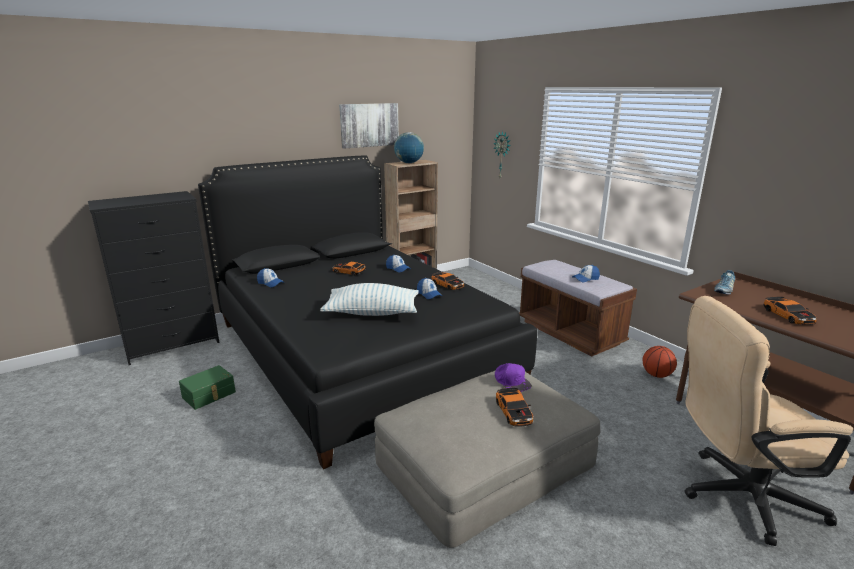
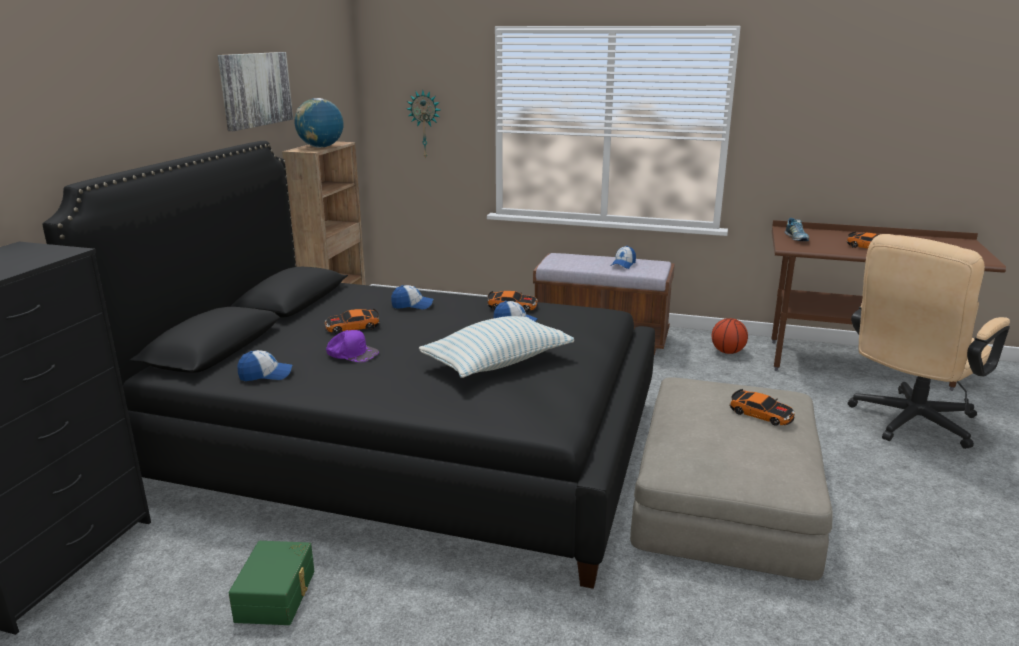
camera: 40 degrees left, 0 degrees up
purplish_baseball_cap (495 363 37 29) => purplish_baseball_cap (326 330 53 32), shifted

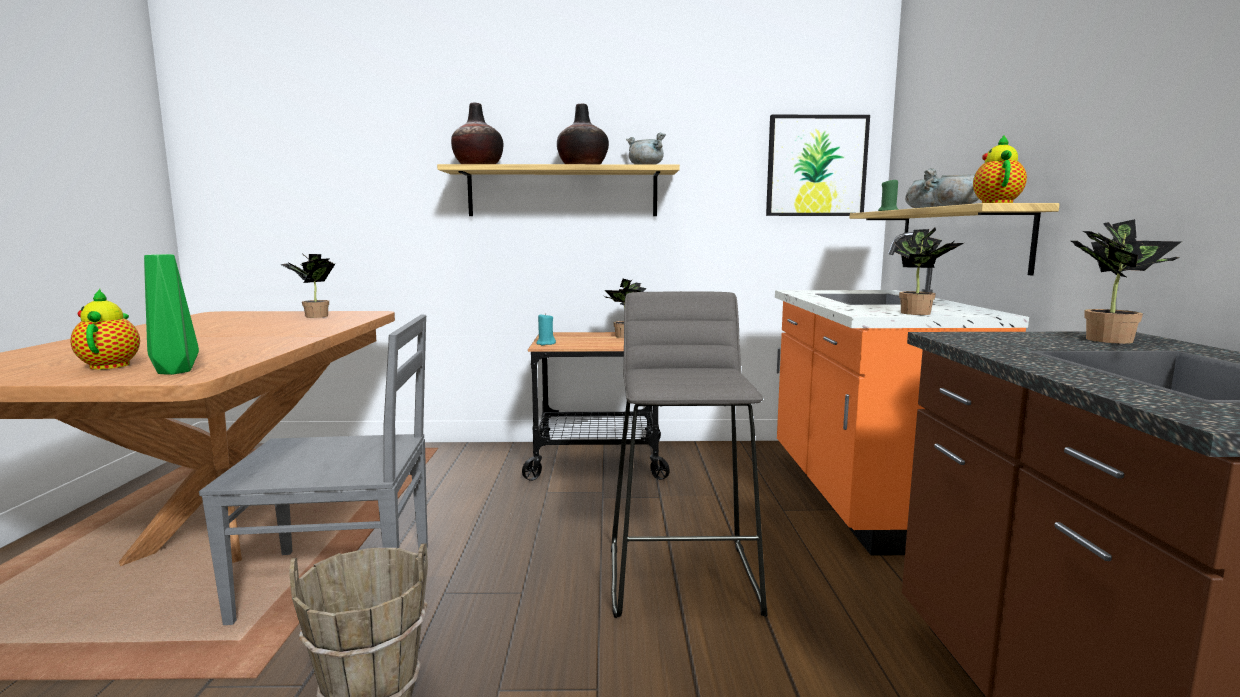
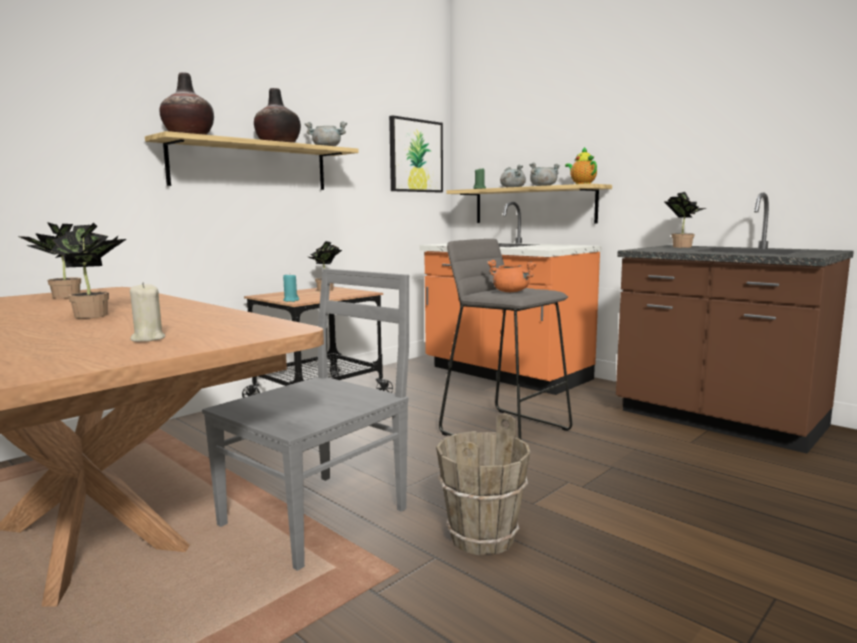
camera: 45 degrees left, 0 degrees up
houseplant (894 228 70 87) => houseplant (51 223 75 95), shifted
green-coloured_decorative_vase (144 254 55 121) => nothing
tea_pot (70 289 70 81) => sand-coloured_wax_candle (130 282 35 60)
nothing => orange_cooking_pot (487 260 50 32)

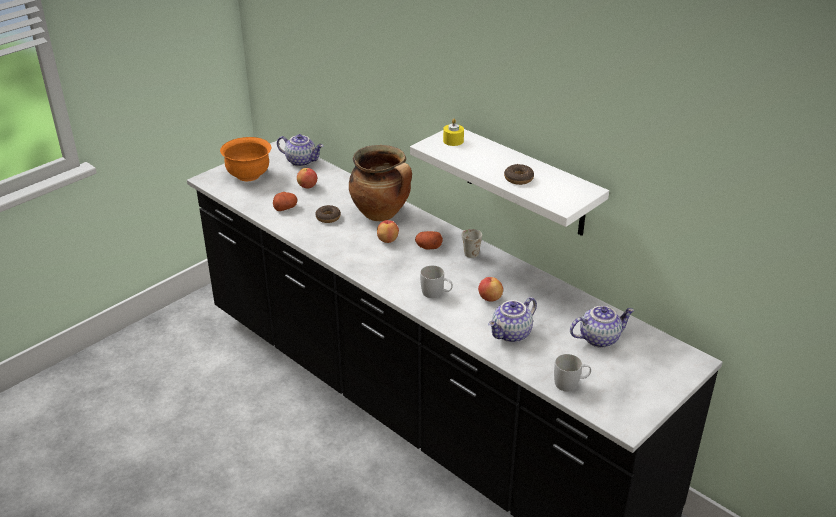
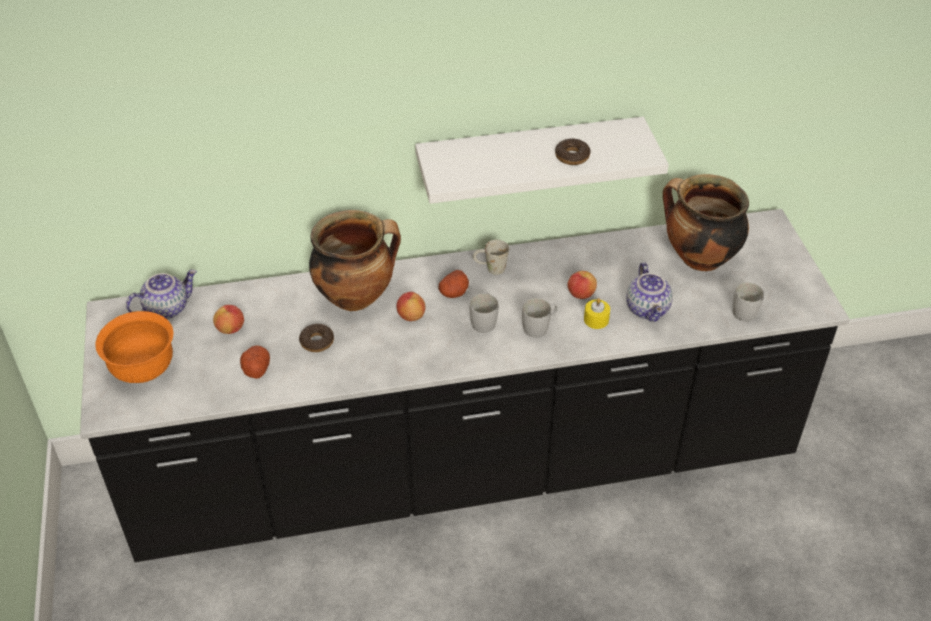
camera: 55 degrees left, 10 degrees up
yellow-coloured_wax_candle (443 119 21 27) => yellow-coloured_wax_candle (584 298 26 31), shifted
tea_pot (570 306 65 42) => cooking_pot (663 174 86 97)
nothing => white_mug (470 293 28 40)

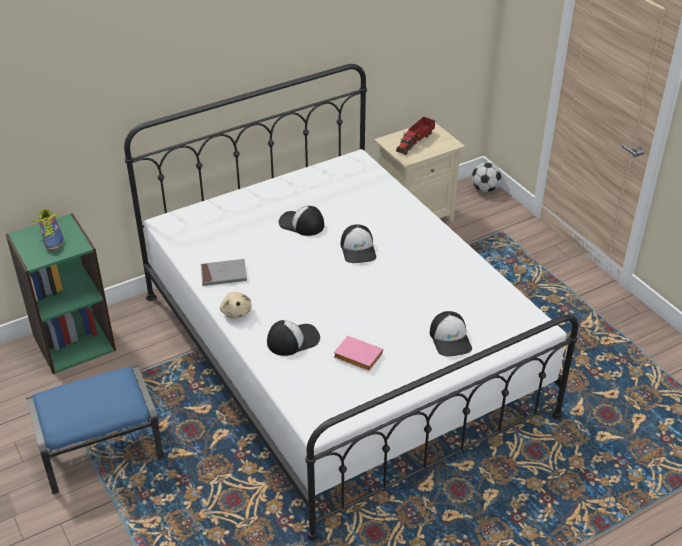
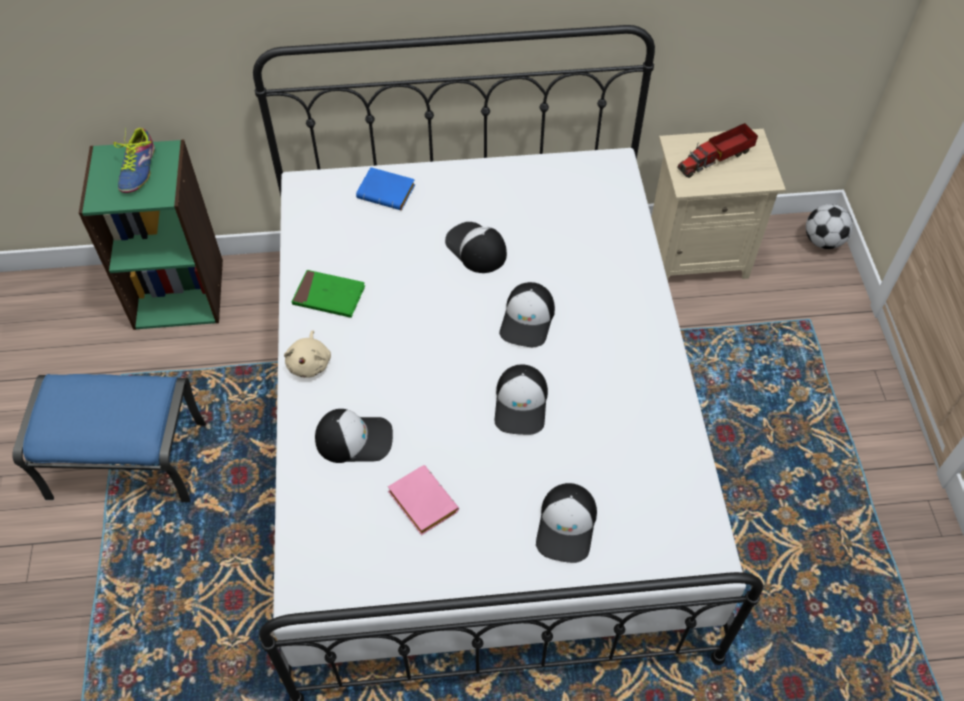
camera: 25 degrees right, 15 degrees up
grey_volume (201 259 46 27) => green-coloured_volume (292 270 73 48)
nothing => blue_volume (356 167 59 43)
nothing => baseball_cap (495 364 53 71)

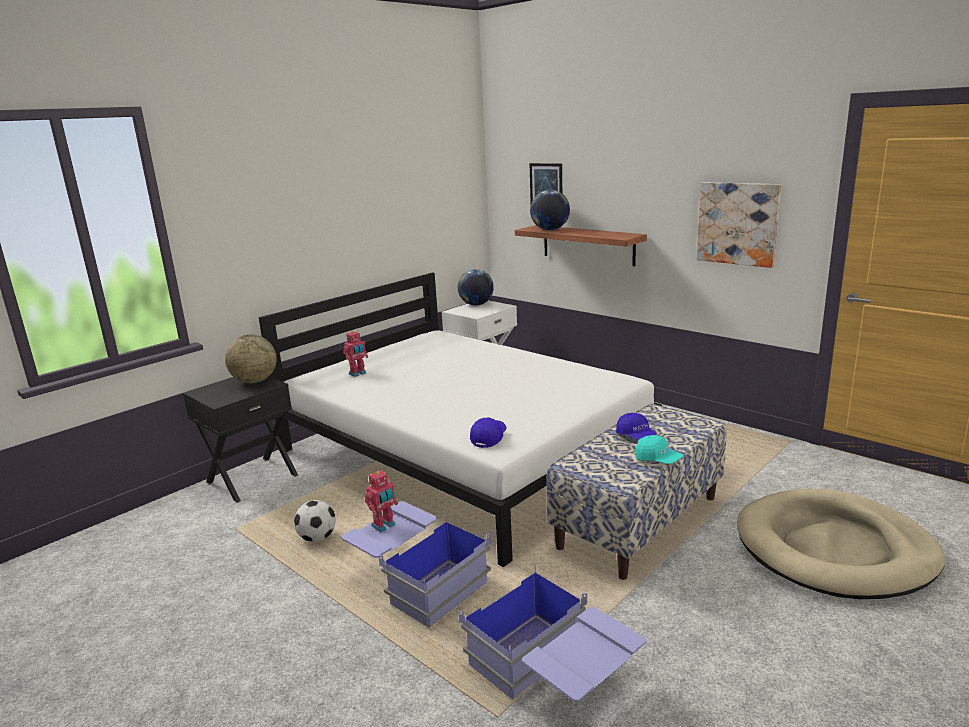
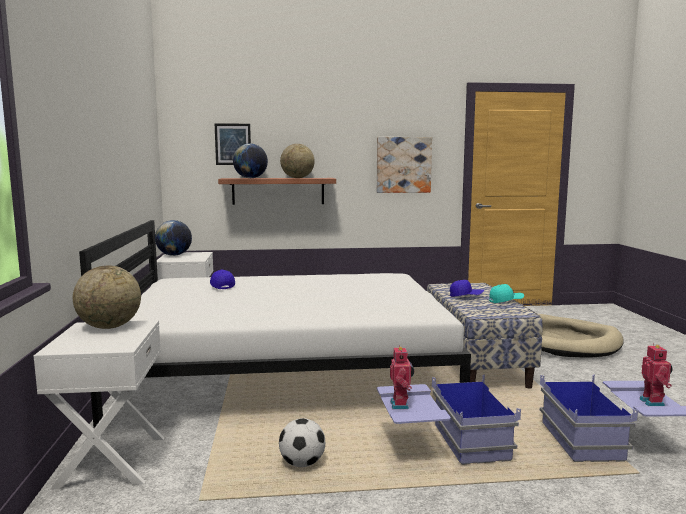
camera: 50 degrees left, 10 degrees down
robot_figure (343 330 25 47) => robot_figure (639 343 34 63), shifted
black-coloured_bedside_table (183 377 115 126) => white_bedside_table (34 320 130 170)
blue_baseball_cap (470 417 37 31) => blue_baseball_cap (210 270 25 20), shifted
nothing => globe (280 144 35 34)

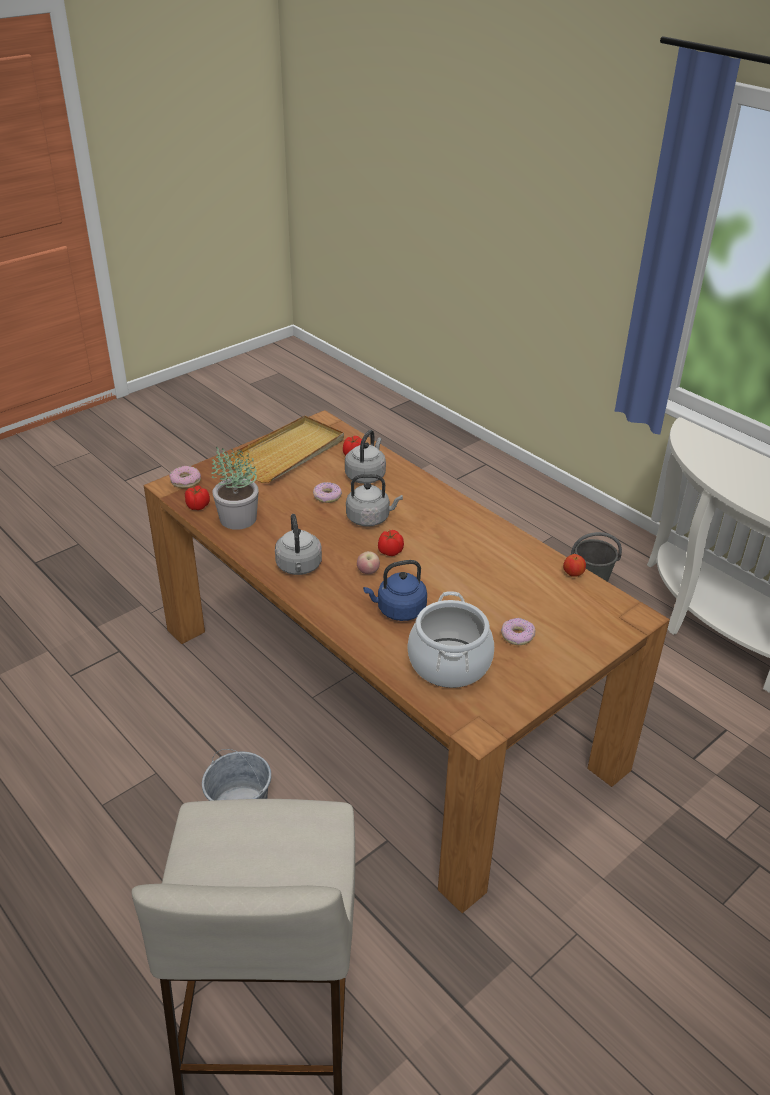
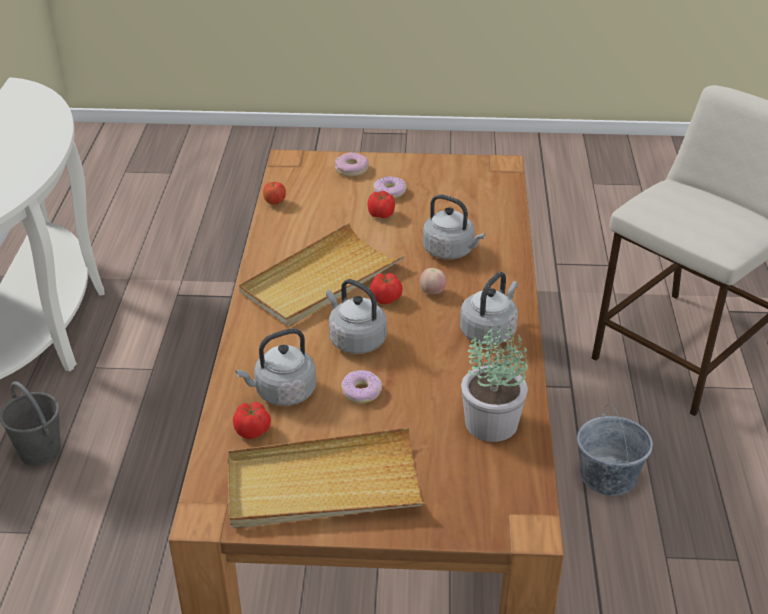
camera: 135 degrees left, 0 degrees up
ring_doughnut (169 466 32 22) => ring_doughnut (335 152 34 25), shifted
whole_tomato (185 486 25 24) => whole_tomato (367 191 28 27), shifted
blue_water_kettle (363 560 64 61) => grey_water_kettle (423 194 62 65)
cooking_pot (408 591 86 97) => nothing
nothing => sand-coloured_tray (239 223 166 104)

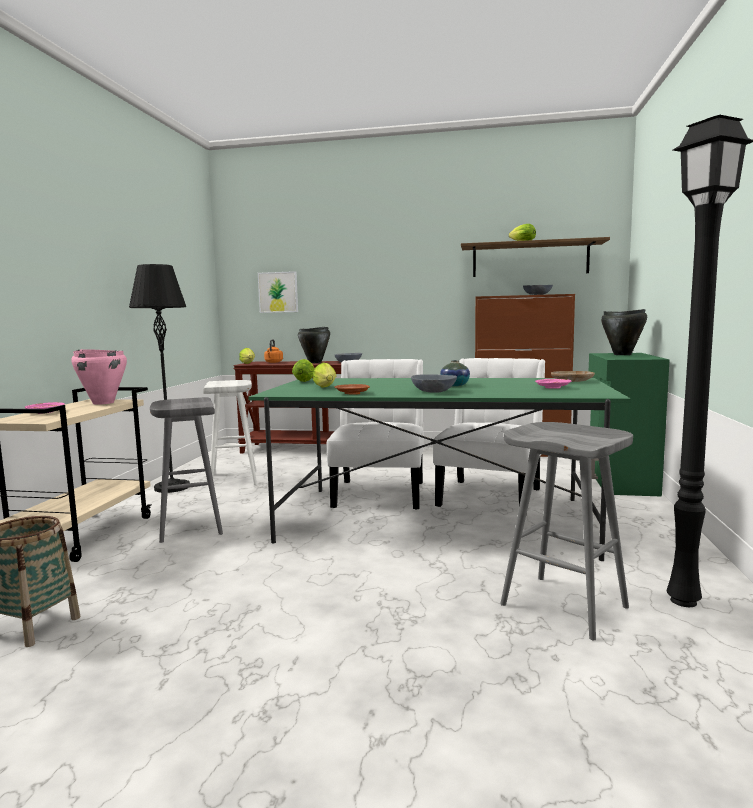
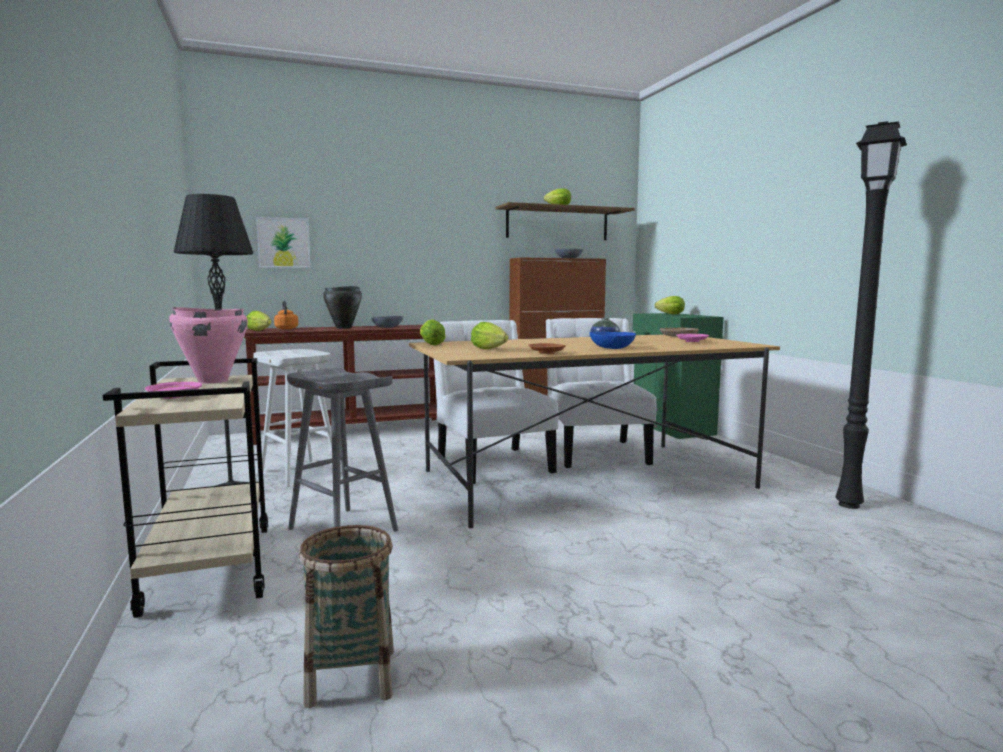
camera: 30 degrees left, 0 degrees up
black-coloured_cooking_pot (601 309 46 46) => head_of_lettuce (654 296 31 18)
grey_deep_dish (411 374 46 19) => blue_deep_dish (589 332 47 17)
green-coloured_dinner_table (248 378 383 183) => sand-coloured_dinner_table (409 334 371 194)
grey_stool_seat (500 422 133 218) => nothing

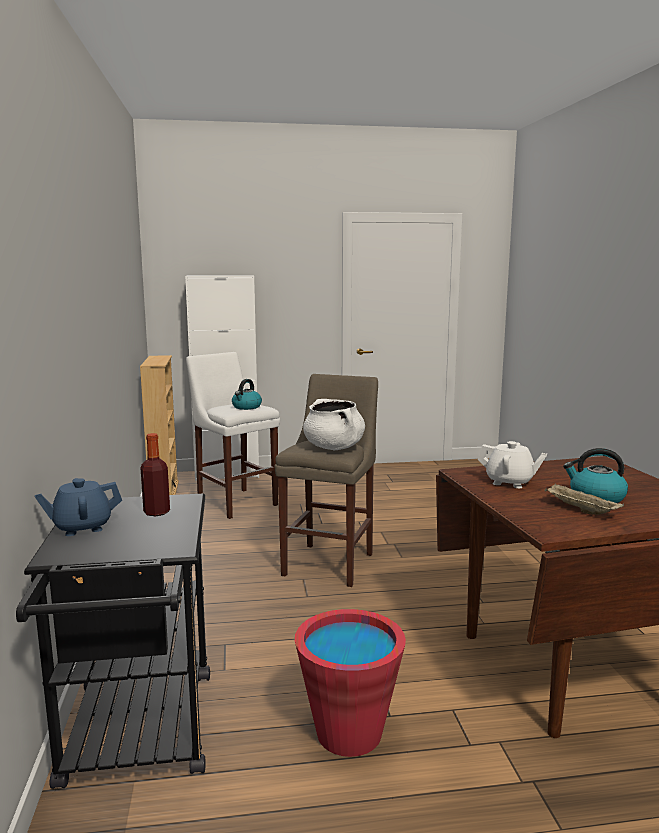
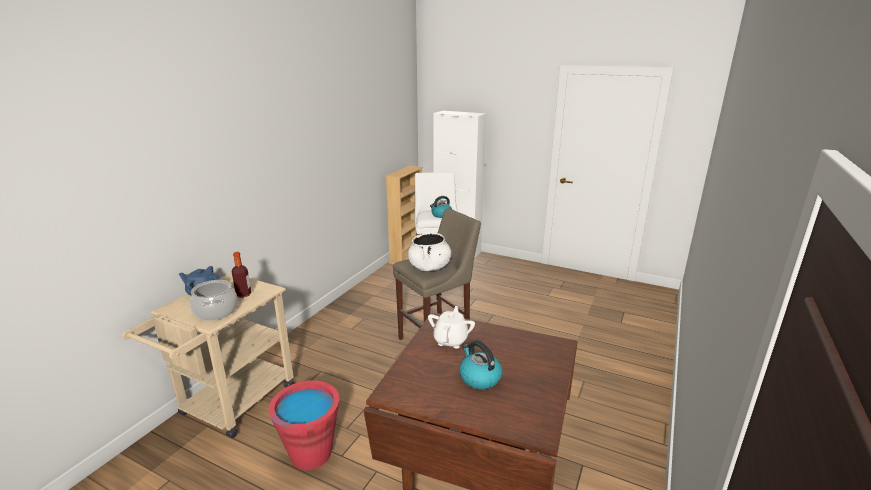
camera: 35 degrees right, 10 degrees up
white_tea_pot (477 441 70 47) => white_tea_pot (428 306 47 43), 135 degrees counterclockwise
sand-coloured_tray (544 483 80 32) => nothing
black-coloured_wheeled_cart (16 494 194 295) => sand-coloured_wheeled_cart (122 273 172 165)
nothing => cooking_pot (190 280 48 41)

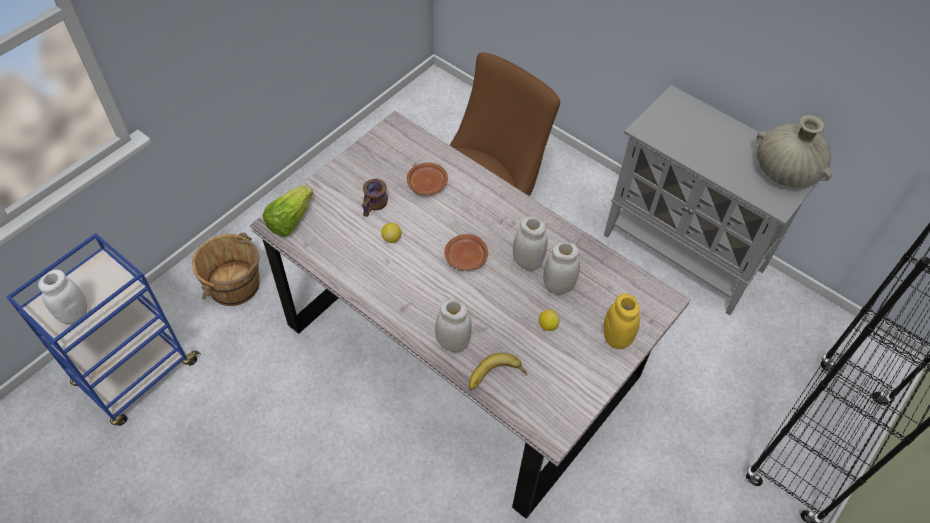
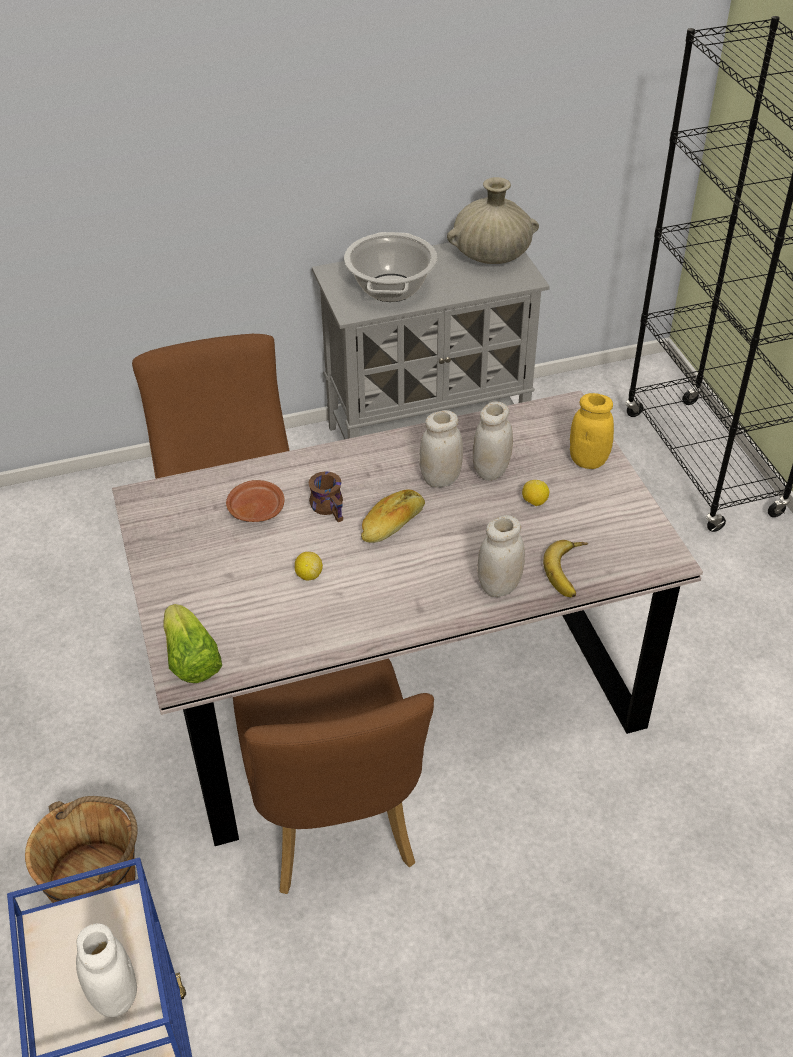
camera: 55 degrees left, 10 degrees down
brown_mug (362 179 26 38) => brown_mug (309 471 34 51), shifted
brown_flat_dish (444 234 44 37) => bakery_bread (361 489 64 54)
nothing => cooking_pot (344 232 93 70)
nothing => brown_chair (233 659 201 235)

